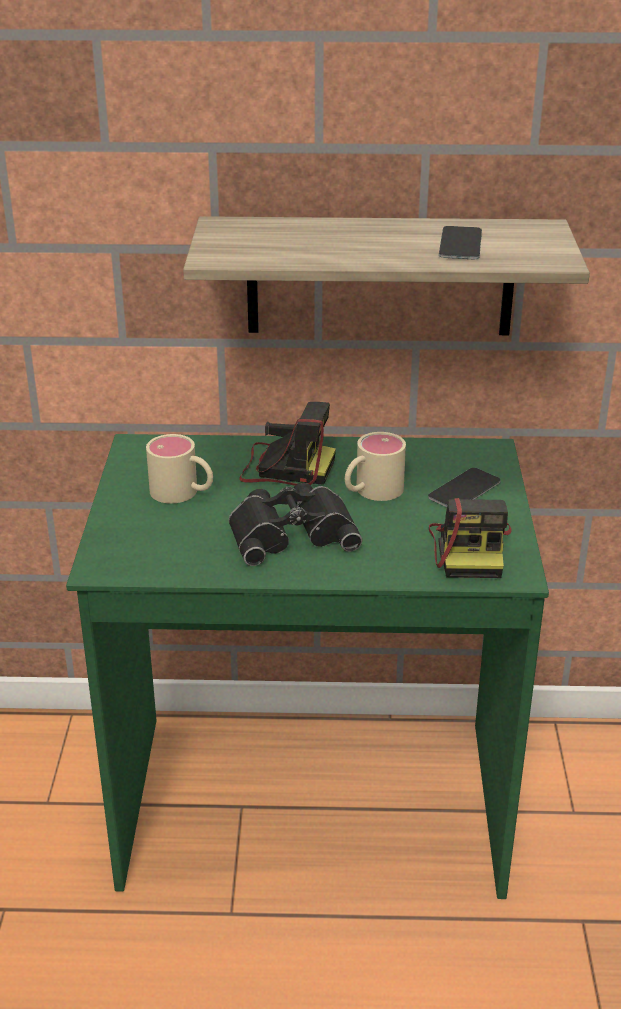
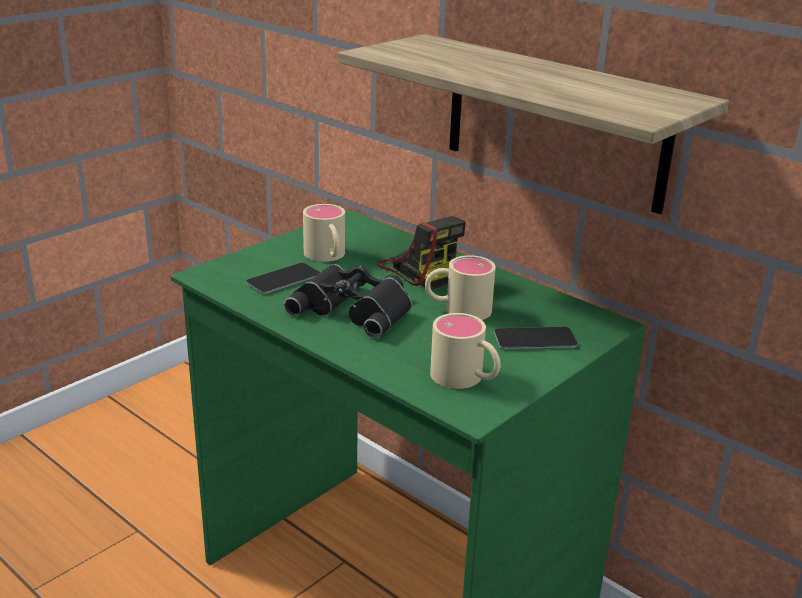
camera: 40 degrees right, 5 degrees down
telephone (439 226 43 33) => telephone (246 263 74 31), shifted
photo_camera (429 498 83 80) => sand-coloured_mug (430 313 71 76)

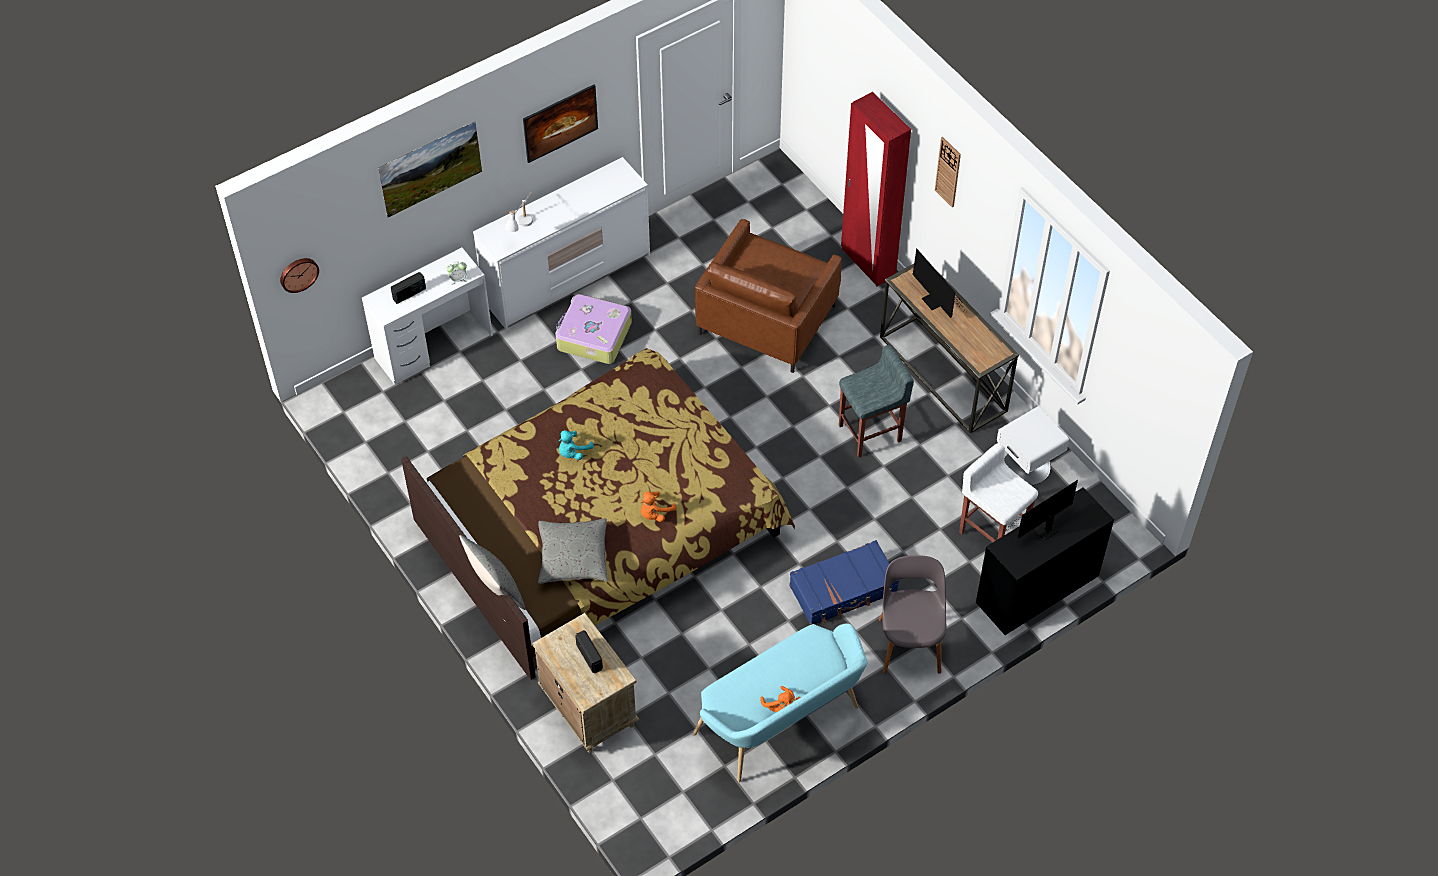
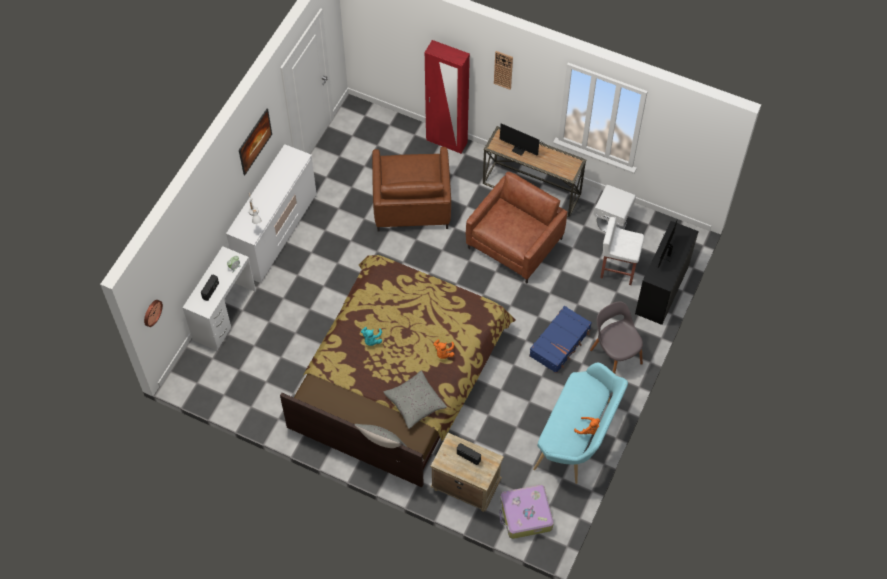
camera: 30 degrees left, 5 degrees up
picture (378 121 104 97) => nothing
suitcase (555 294 77 70) => suitcase (499 485 55 54), shifted
grey_stool_seat (839 345 75 113) => brown_lounge_chair (466 172 101 111)

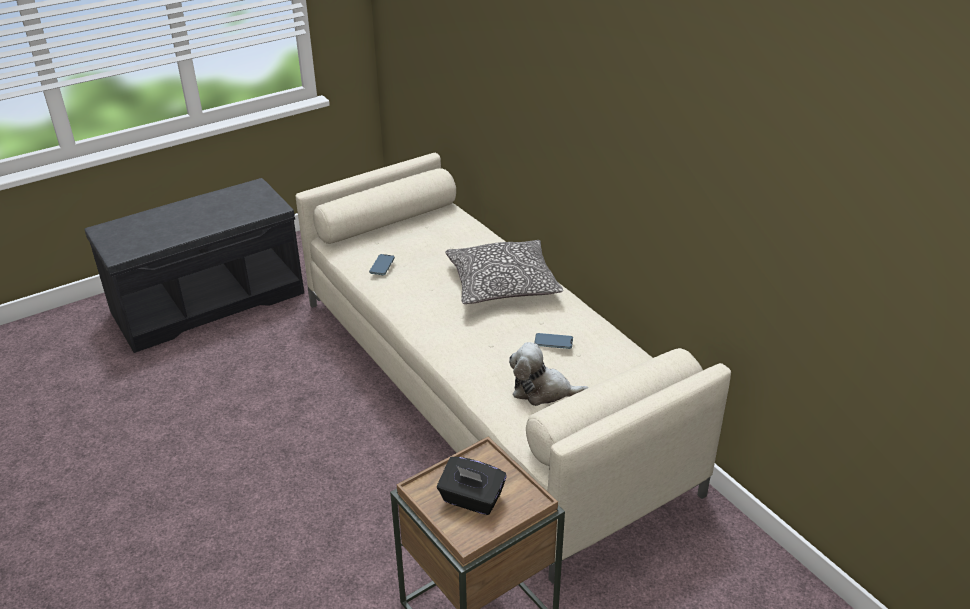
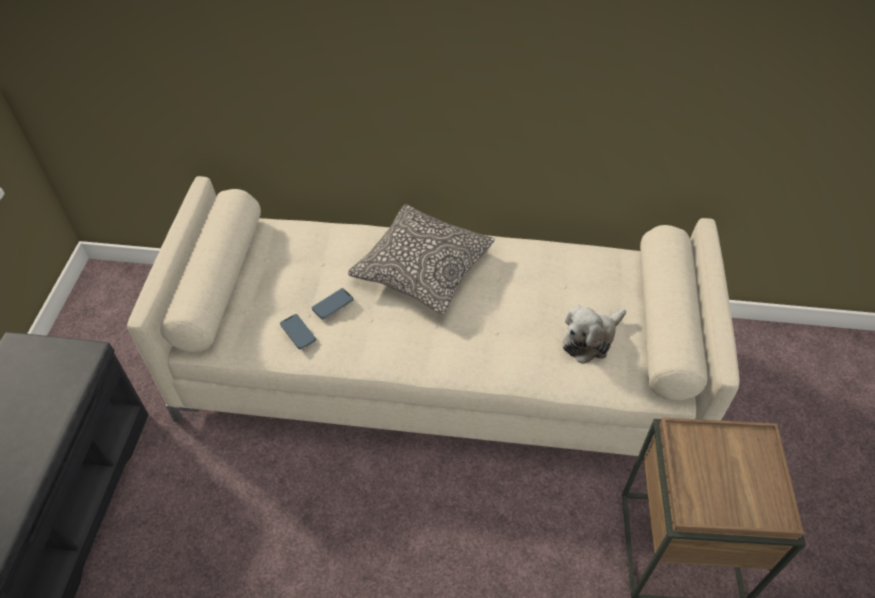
camera: 50 degrees left, 15 degrees up
telephone (534 333 39 16) => telephone (312 288 42 32), shifted
black-coloured_box_of_tissues (437 457 70 58) => nothing

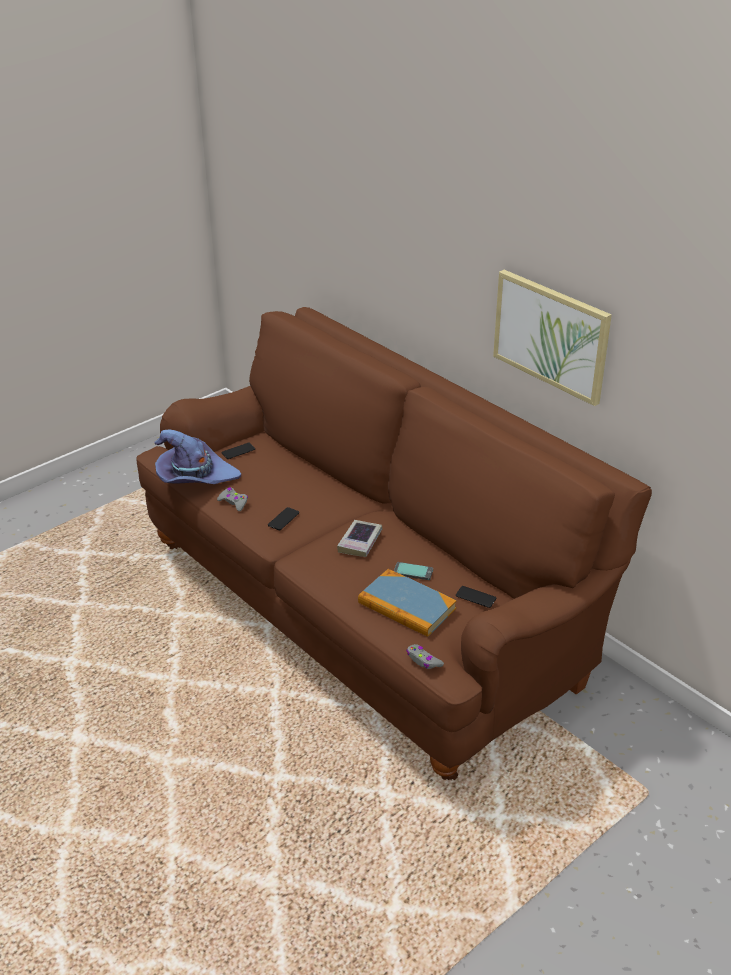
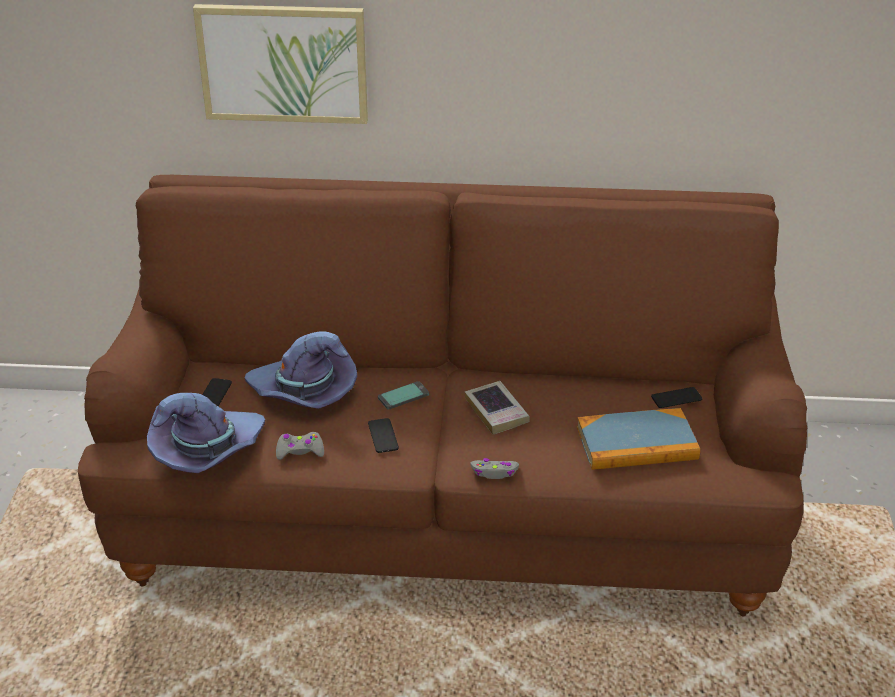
camera: 45 degrees left, 0 degrees up
picture (493 270 119 136) => picture (193 4 175 120), shifted
telephone (394 562 39 18) => telephone (378 381 51 29), shifted
grey_gamepad (406 644 38 25) => grey_gamepad (470 458 49 21), shifted
nothing => purplish_clothing_hat (245 331 113 78)

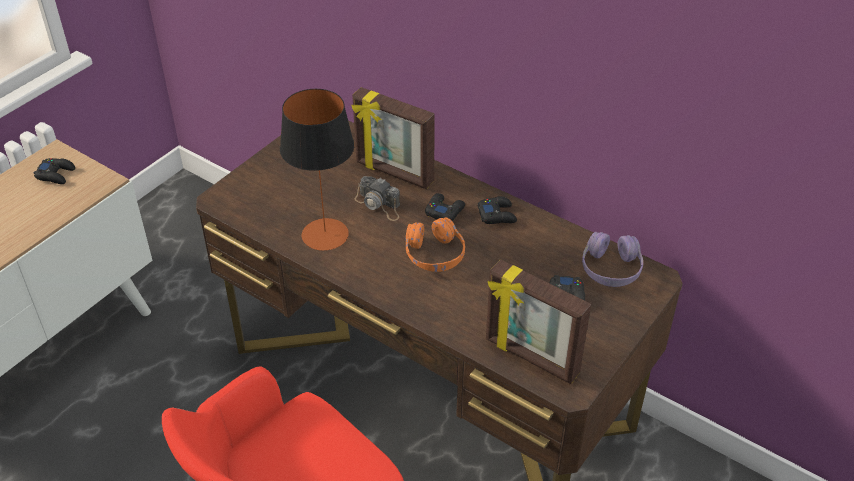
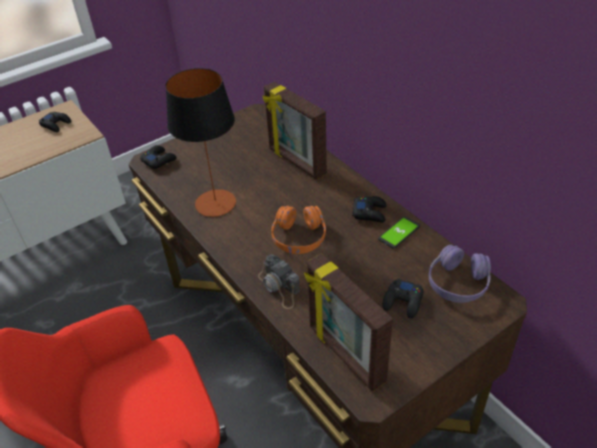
camera: 20 degrees right, 0 degrees up
photo_camera (355 176 45 45) => photo_camera (258 254 42 55), shifted
black-coloured_gamepad (425 193 40 28) => black-coloured_gamepad (140 145 37 24), shifted
nothing => telephone (378 216 42 33)

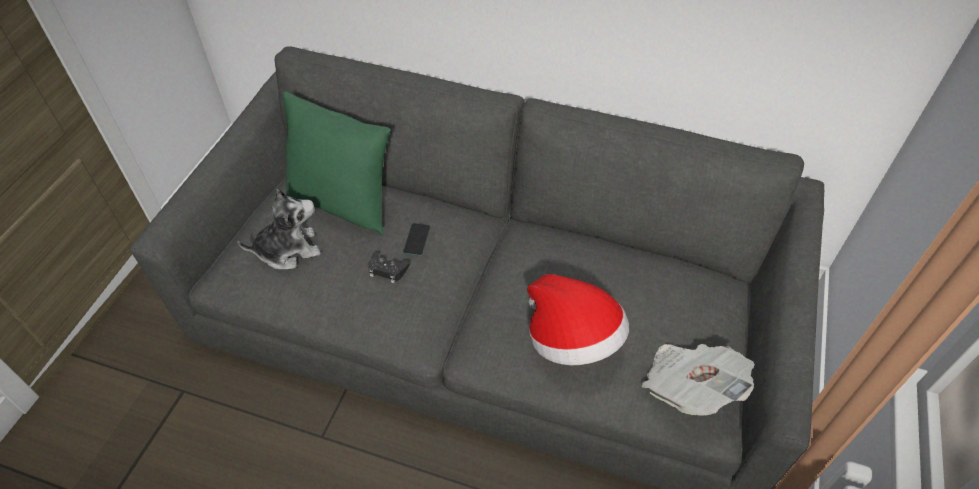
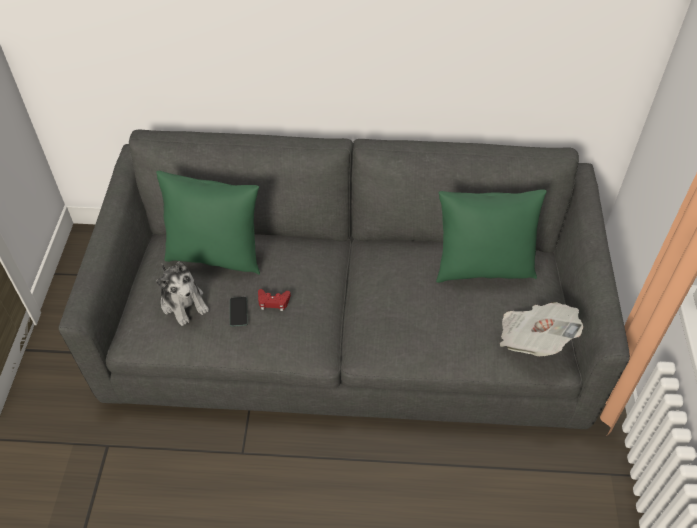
camera: 15 degrees left, 0 degrees up
soft_toy (238 189 83 81) => soft_toy (156 261 53 65), 90 degrees clockwise
telephone (403 223 28 33) => telephone (230 297 18 30), shifted
black-coloured_gamepad (368 252 41 31) => red_gamepad (258 289 33 22)
clothing_hat (527 274 102 91) => nothing
nothing => green-coloured_pillow (436 189 111 94)

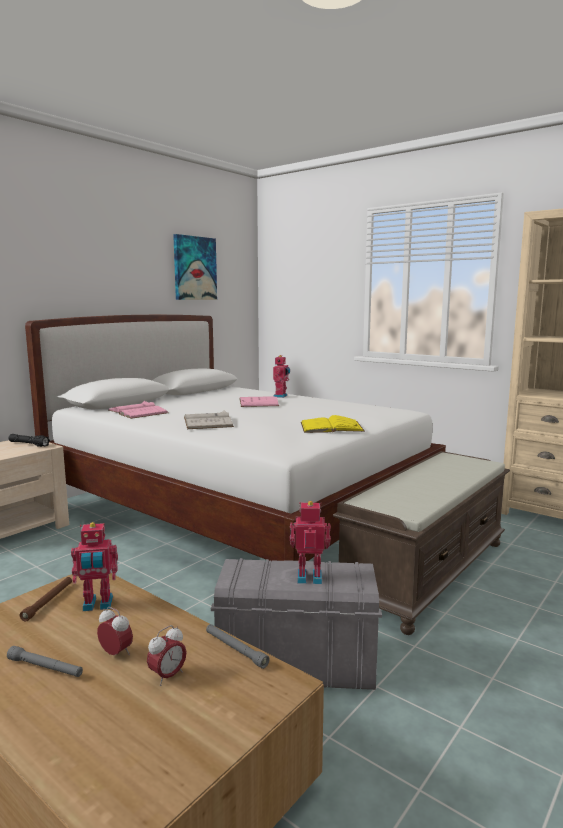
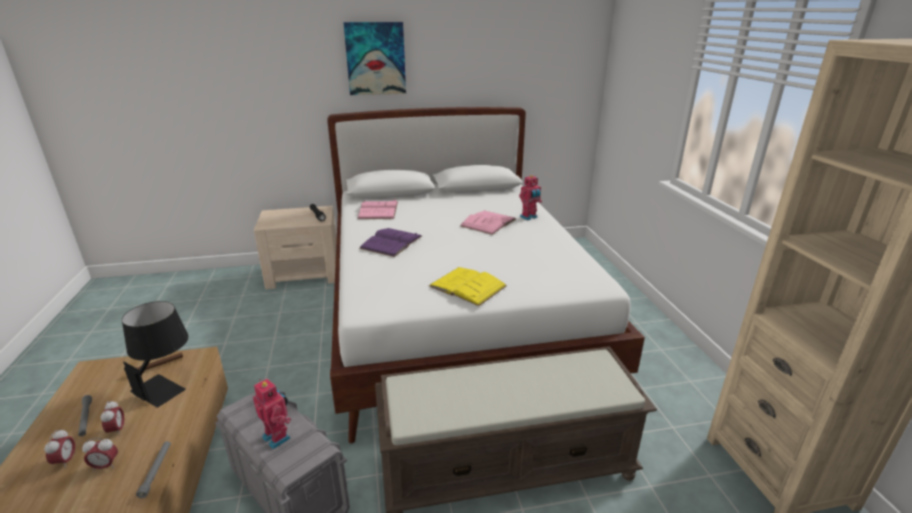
camera: 40 degrees right, 15 degrees up
picture (173 234 44 66) => picture (343 22 63 73), shifted
white_volume (184 410 50 19) => purplish_volume (359 228 63 29)
robot_figure (71 522 47 89) => black-coloured_table_lamp (122 301 67 107)
nothing => bedside_clock (44 429 32 39)

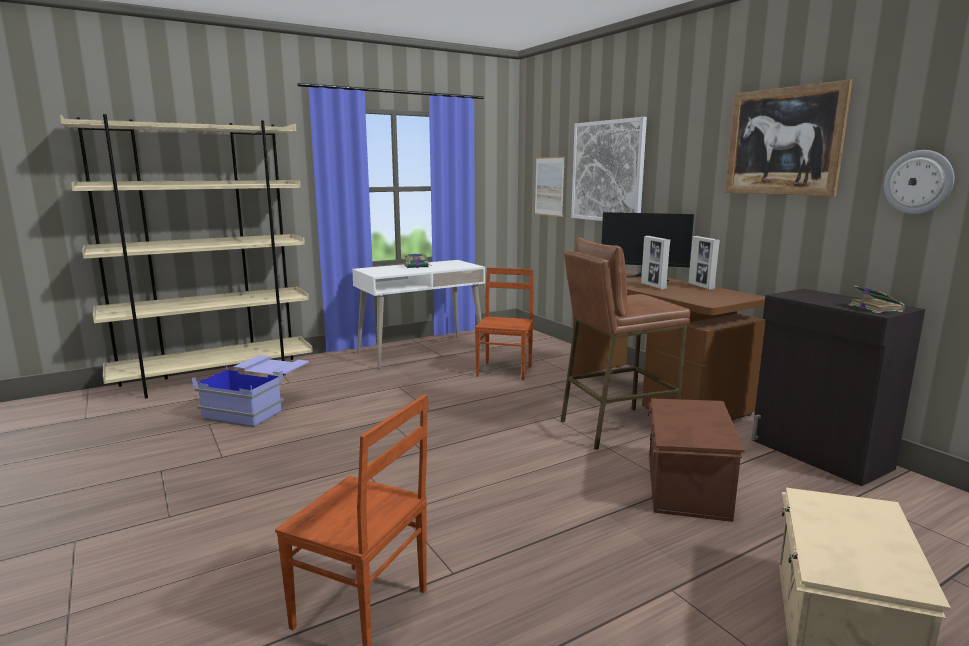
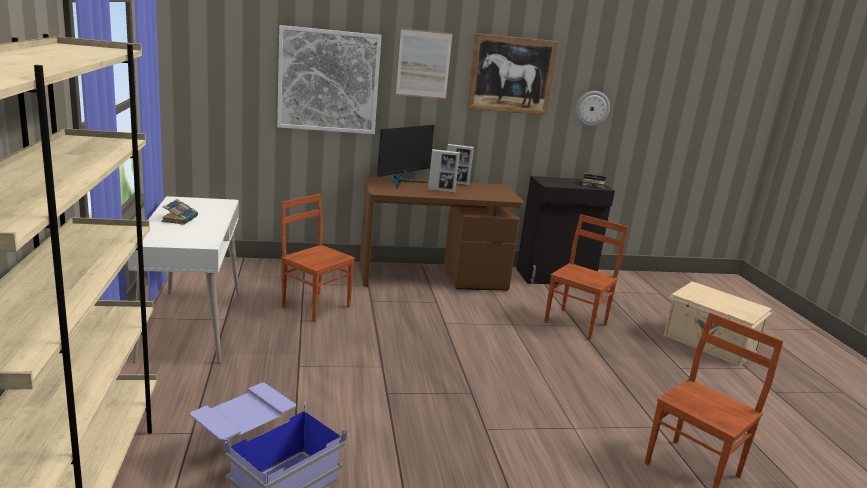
camera: 70 degrees left, 5 degrees up
picture (535 157 30 60) => picture (396 28 57 71), shifted
brown_stool_seat (561 237 129 213) => nothing
brown_storage_container (648 398 97 124) => brown_chair (544 214 84 125)

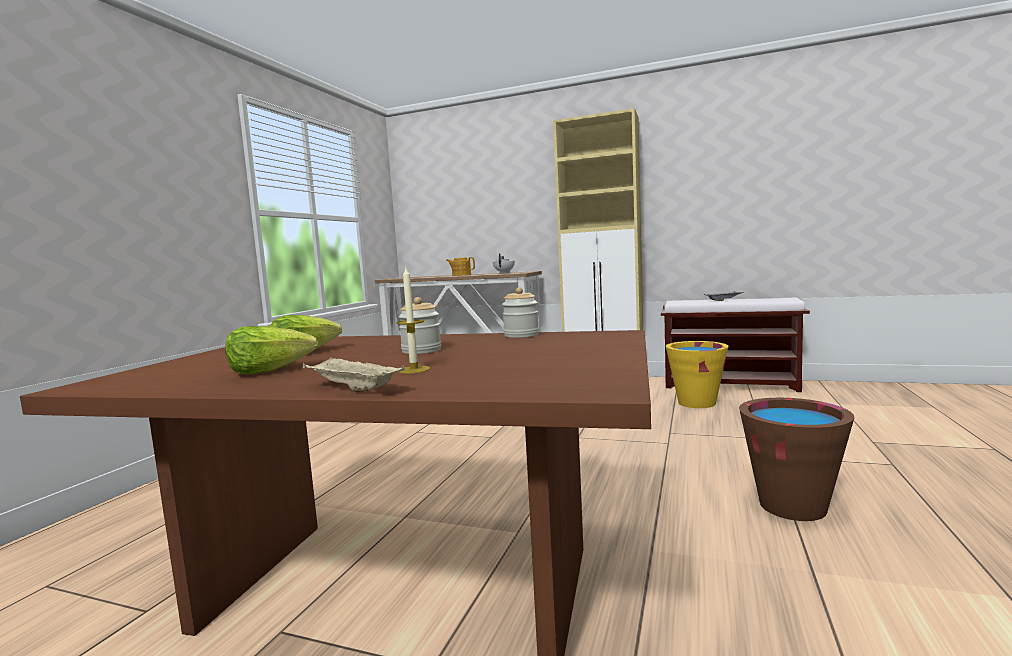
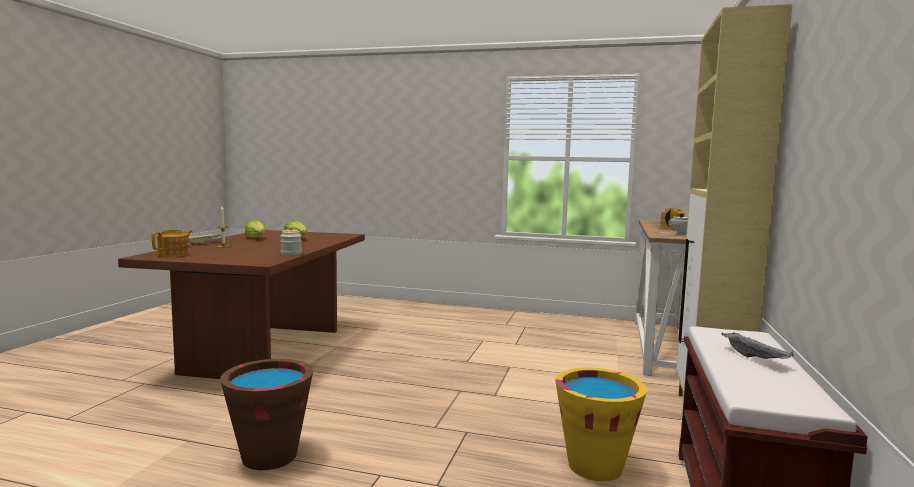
camera: 85 degrees right, 0 degrees up
jar (399 297 42 57) => nothing
nothing => tea_pot (152 230 41 27)

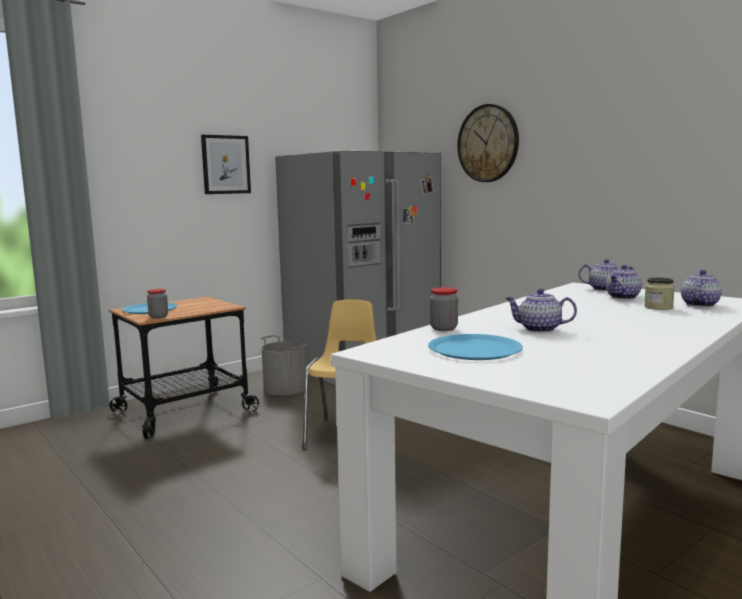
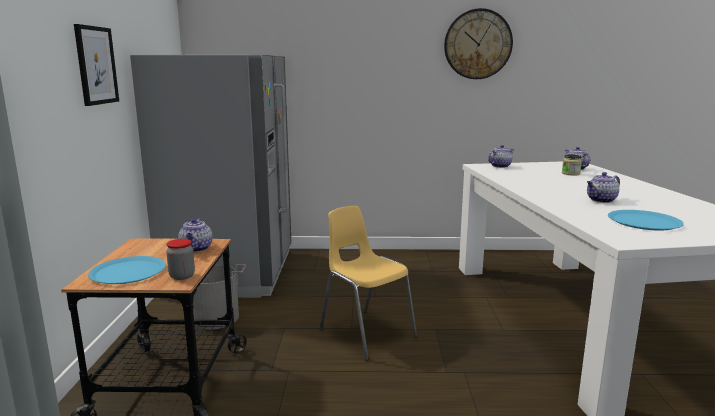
camera: 50 degrees left, 5 degrees up
hanging_clock (457 104 62 78) => hanging_clock (444 8 69 71), shifted
tea_pot (606 265 36 34) => tea_pot (179 218 34 34), shifted
jar (430 287 28 44) => nothing

